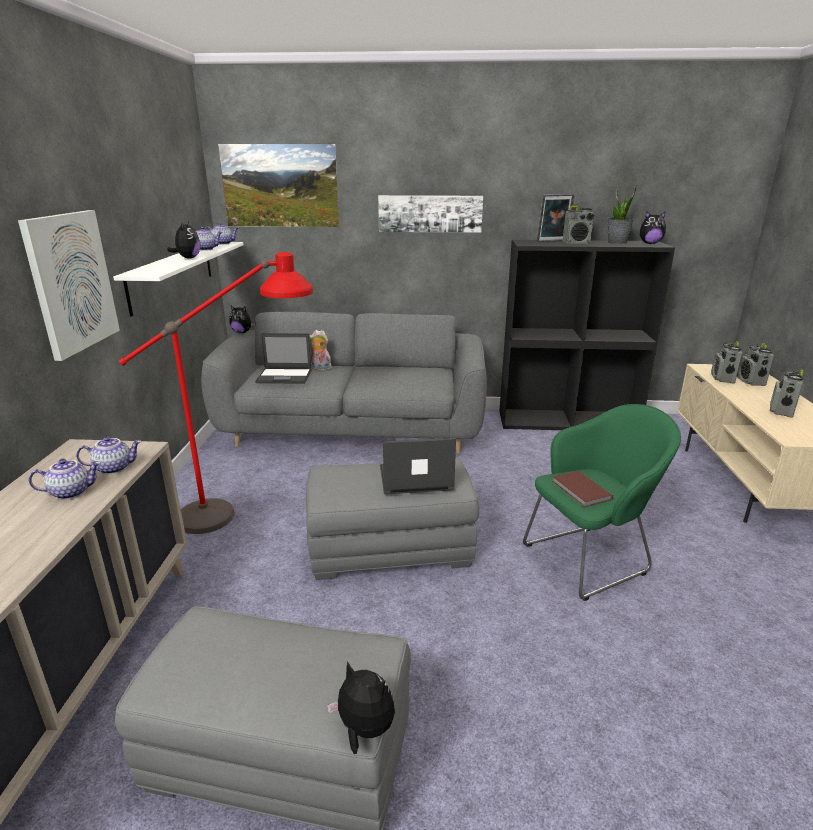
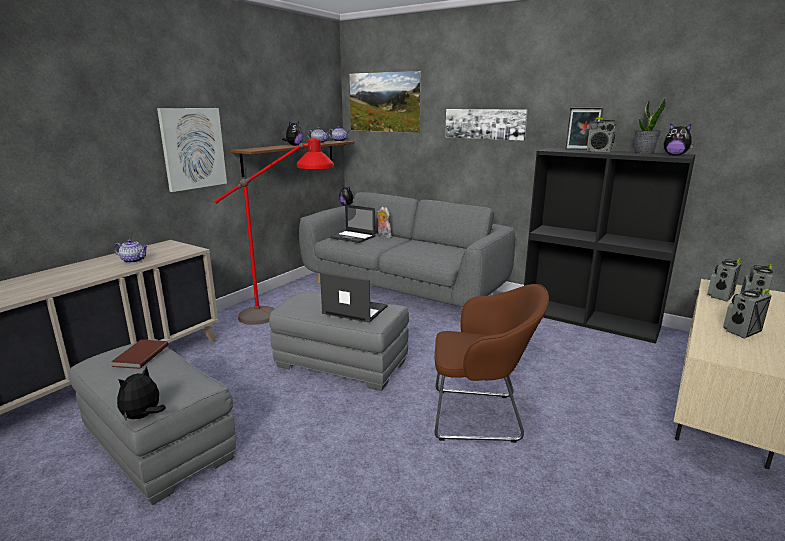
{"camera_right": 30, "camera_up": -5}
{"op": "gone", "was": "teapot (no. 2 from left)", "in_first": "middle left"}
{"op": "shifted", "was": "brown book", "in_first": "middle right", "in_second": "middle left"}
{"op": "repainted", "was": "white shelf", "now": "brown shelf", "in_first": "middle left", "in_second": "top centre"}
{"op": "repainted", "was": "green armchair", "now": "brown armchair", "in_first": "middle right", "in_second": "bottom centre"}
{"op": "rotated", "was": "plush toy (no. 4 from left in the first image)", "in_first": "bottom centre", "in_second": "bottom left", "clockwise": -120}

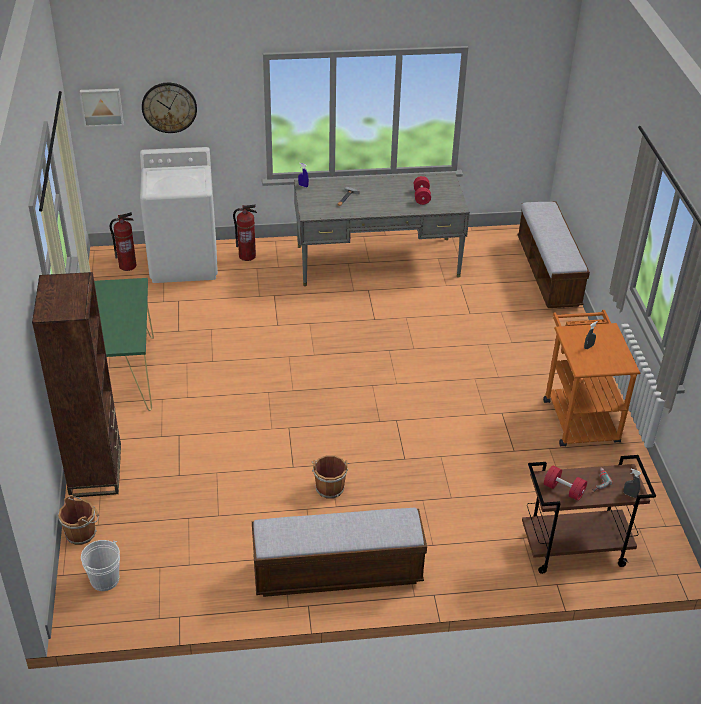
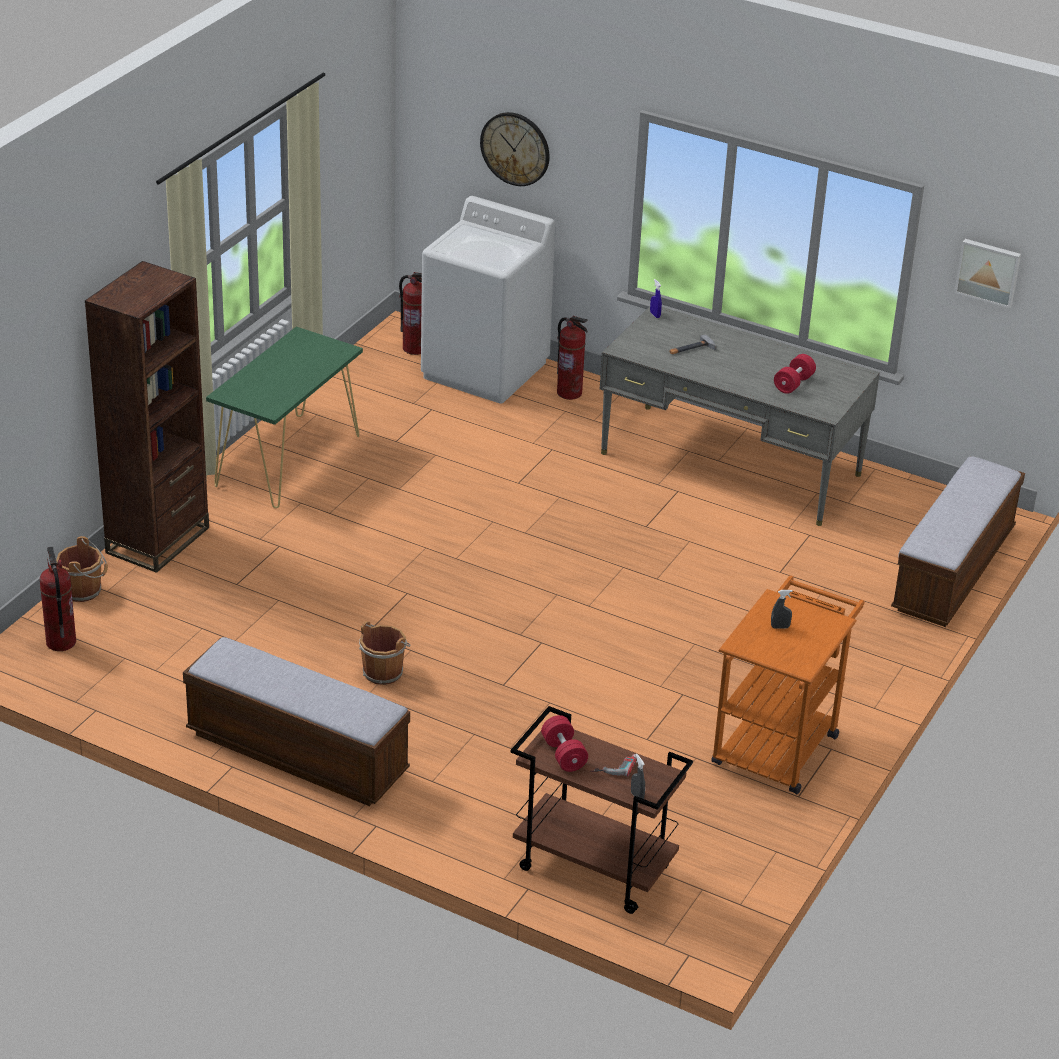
{"camera_right": 35, "camera_up": -5}
{"op": "shifted", "was": "picture", "in_first": "top left", "in_second": "top right"}
{"op": "swapped", "was": "white bucket", "now": "fire extinguisher (no. 1 from left)", "in_first": "bottom left", "in_second": "middle left"}

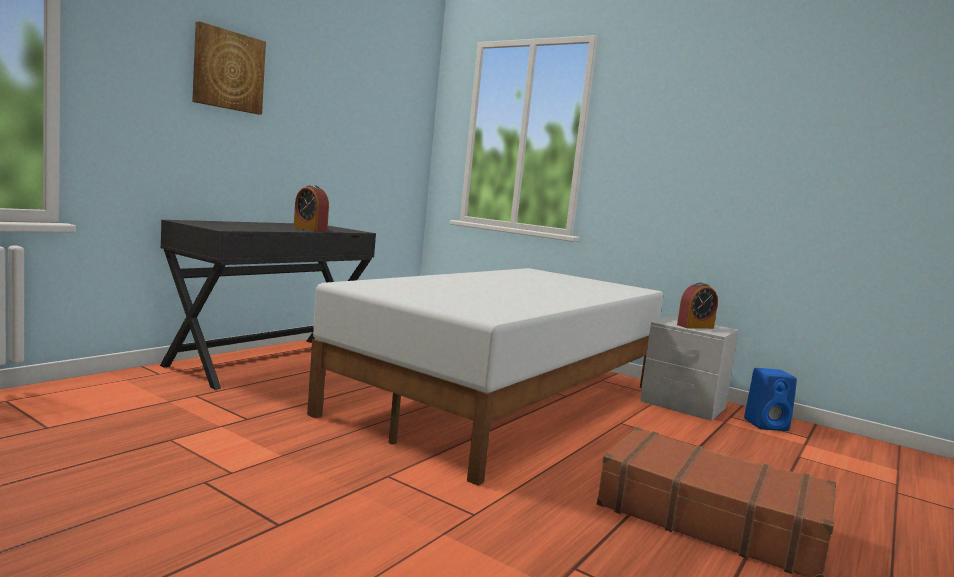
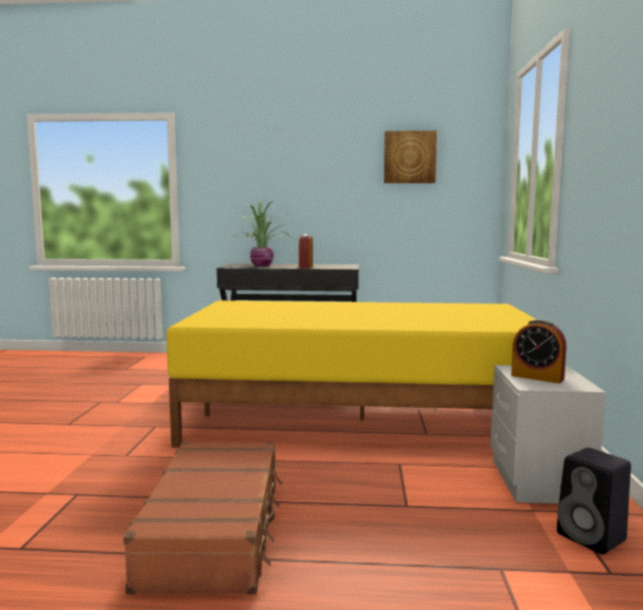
{"camera_right": 60, "camera_up": 0}
{"op": "new", "now": "potted plant", "in_second": "centre"}
{"op": "shifted", "was": "picture", "in_first": "top left", "in_second": "top centre"}
{"op": "repainted", "was": "white bed", "now": "yellow bed", "in_first": "centre", "in_second": "centre"}
{"op": "repainted", "was": "blue speaker", "now": "black speaker", "in_first": "bottom right", "in_second": "bottom right"}

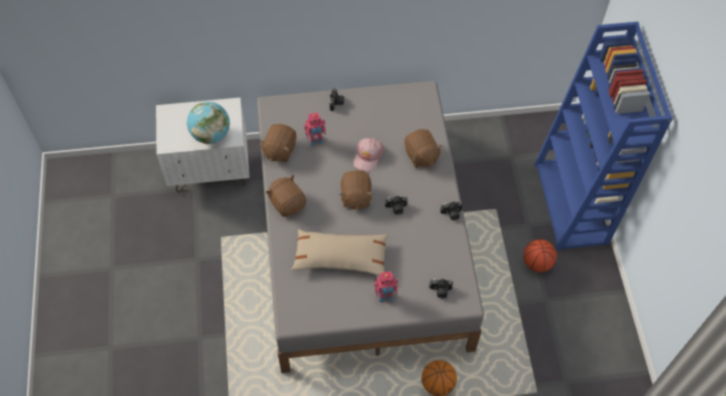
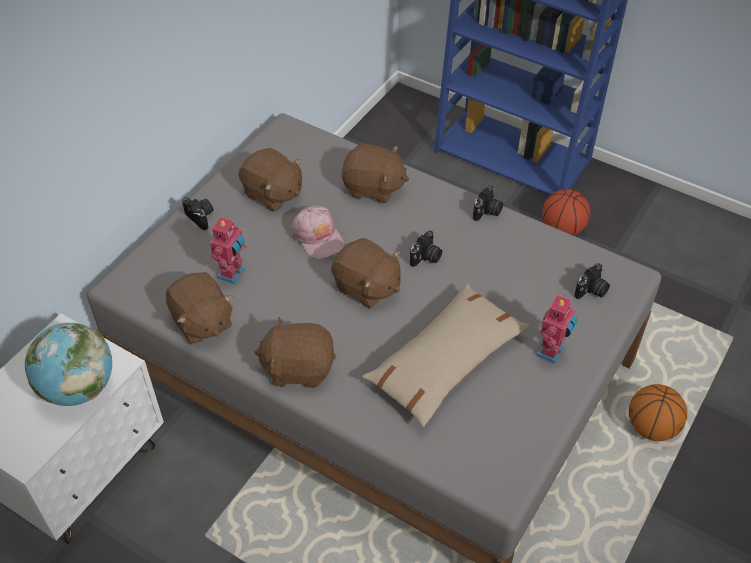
{"camera_right": -50, "camera_up": -10}
{"op": "new", "now": "brown plush toy (no. 2 from left)", "in_second": "top centre"}

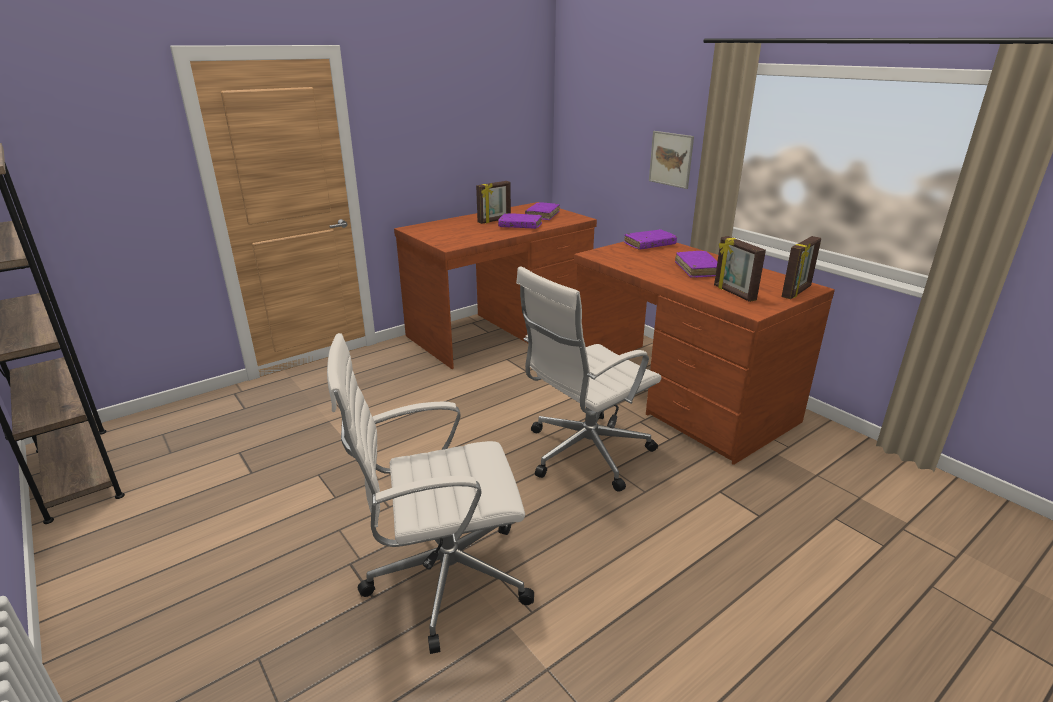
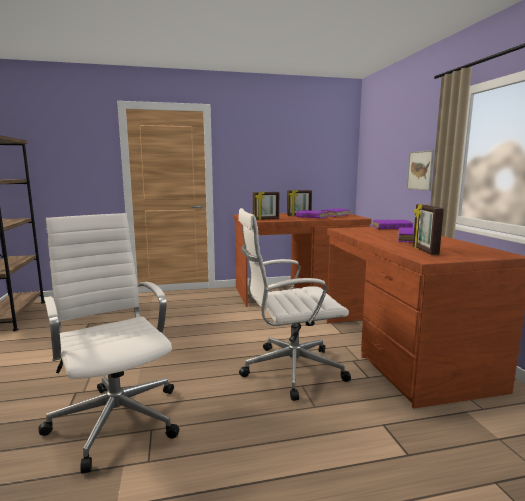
{"camera_right": 25, "camera_up": -15}
{"op": "shifted", "was": "picture frame (no. 3 from left in the first image)", "now": "picture frame (no. 1 from left)", "in_first": "middle right", "in_second": "centre"}
{"op": "rotated", "was": "white office chair (no. 1 from left)", "in_first": "bottom centre", "in_second": "bottom left", "clockwise": 45}

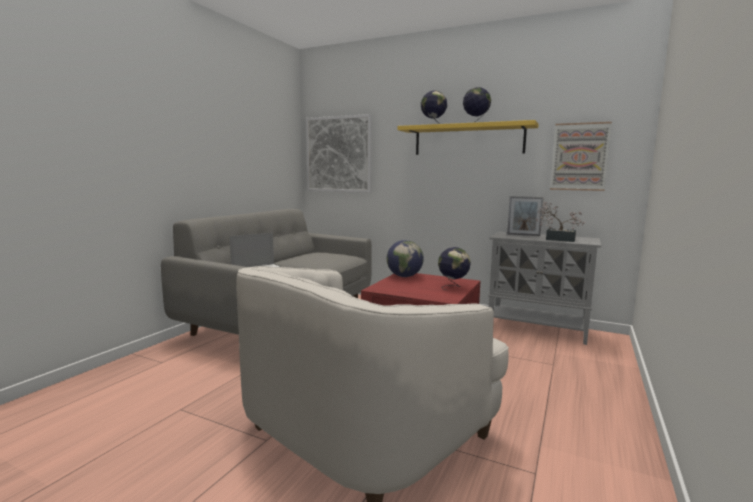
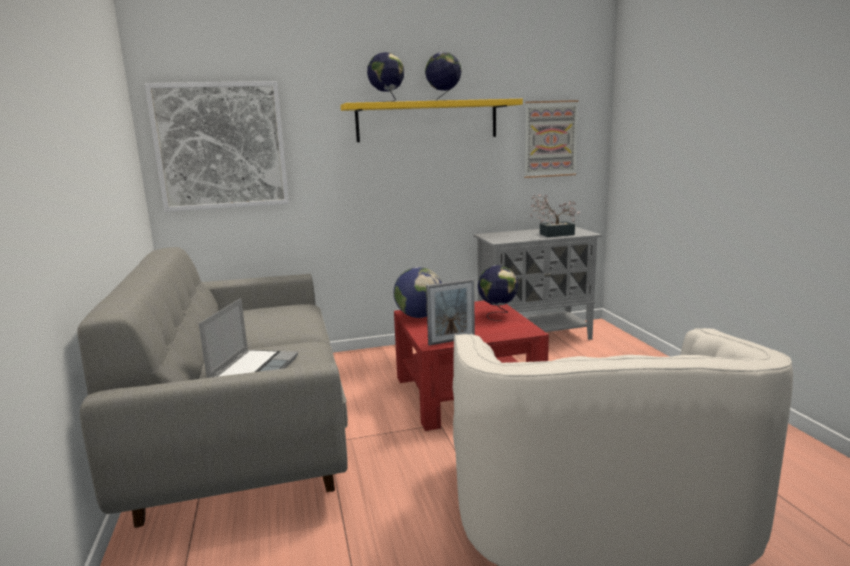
{"camera_right": -40, "camera_up": 5}
{"op": "shifted", "was": "picture frame", "in_first": "middle right", "in_second": "centre"}

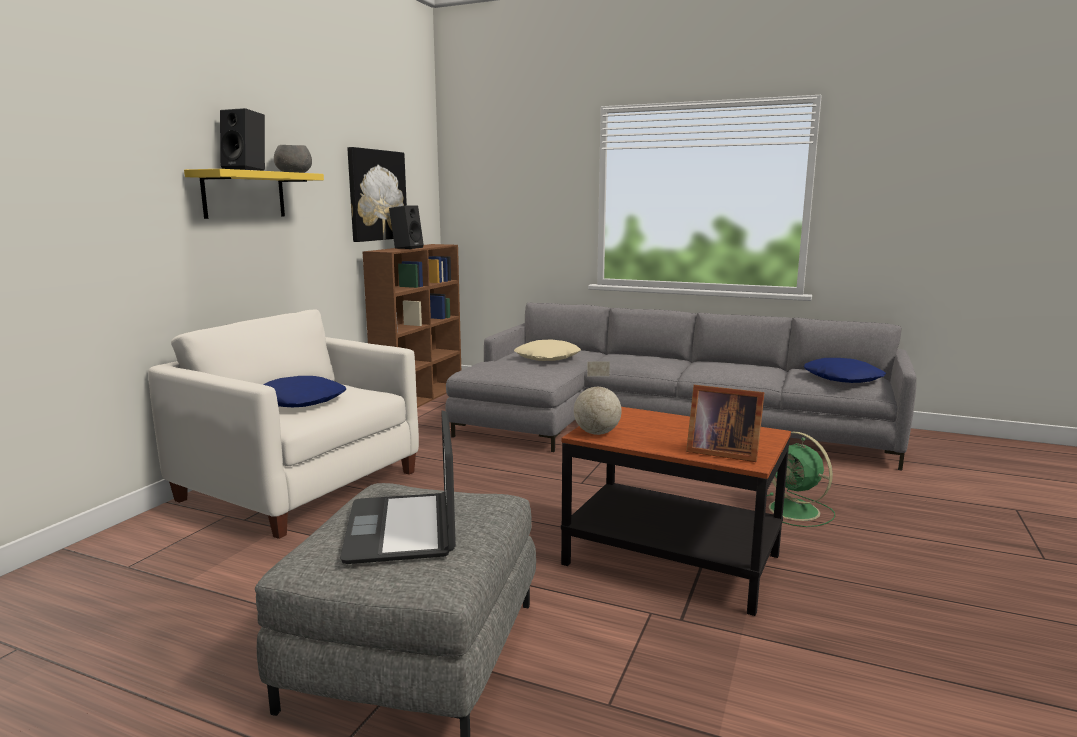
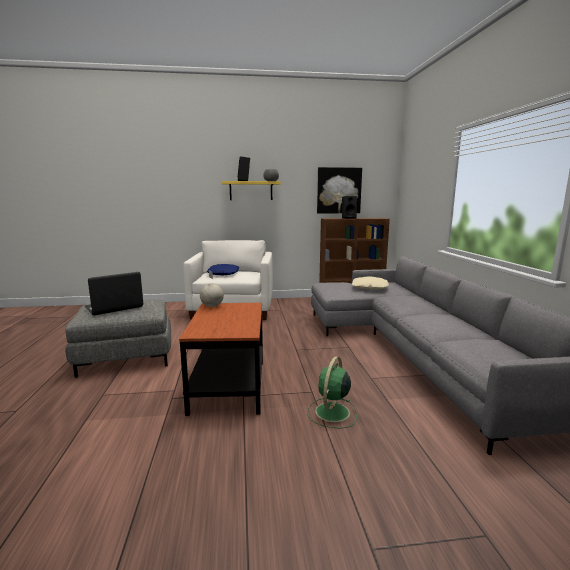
{"camera_right": 60, "camera_up": 0}
{"op": "gone", "was": "picture frame", "in_first": "middle right"}
{"op": "gone", "was": "blue pillow (no. 2 from left)", "in_first": "middle right"}

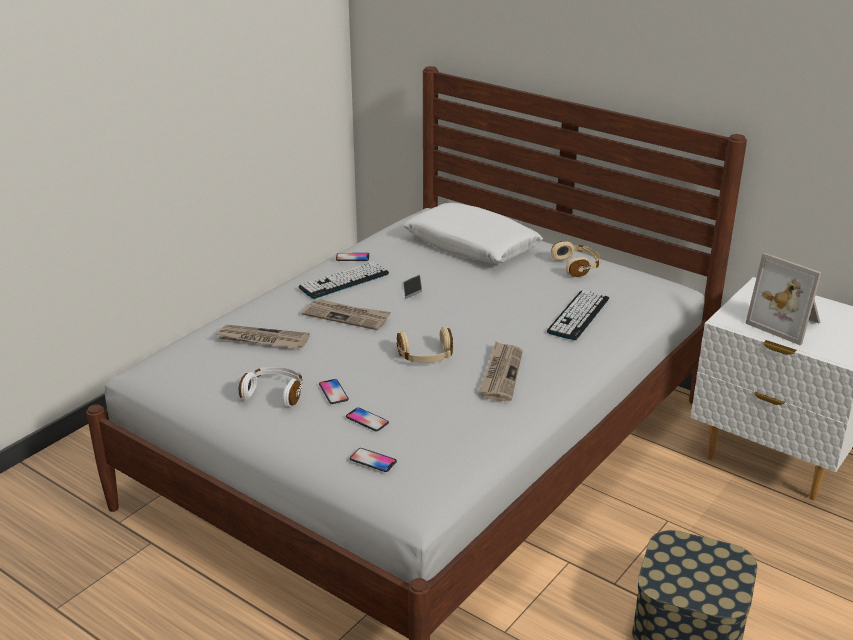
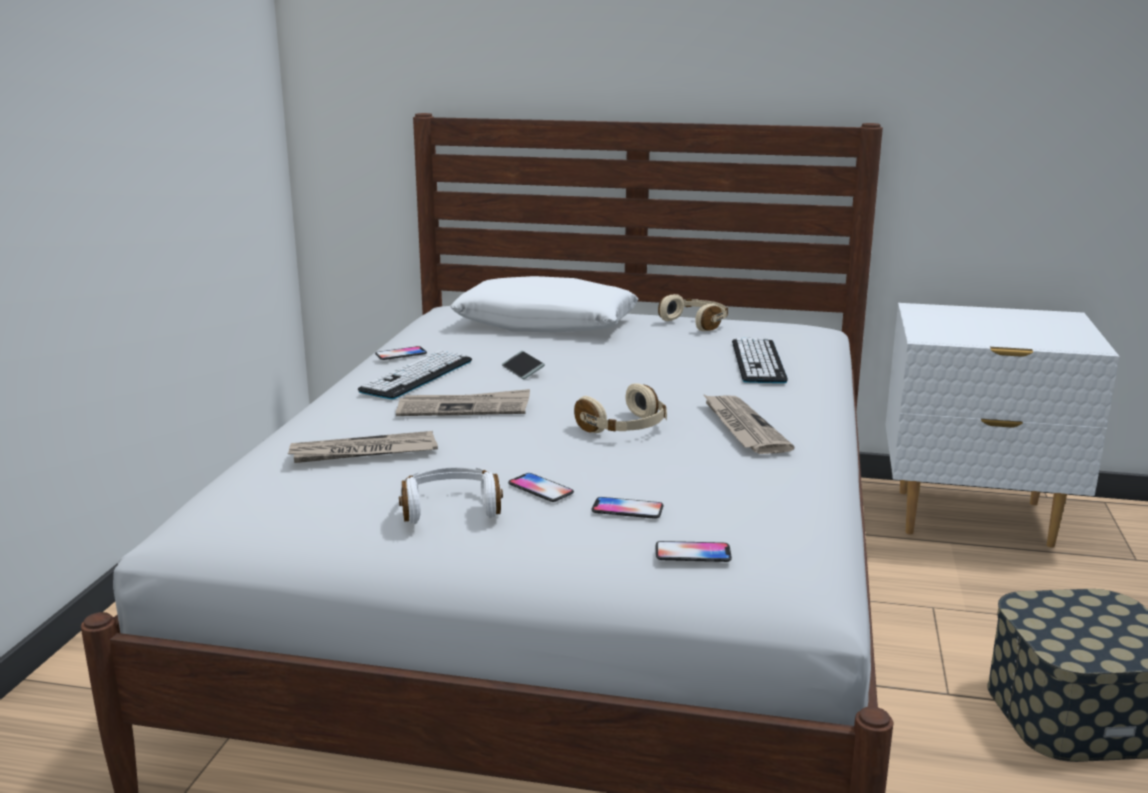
{"camera_right": -25, "camera_up": -10}
{"op": "gone", "was": "picture frame", "in_first": "middle right"}

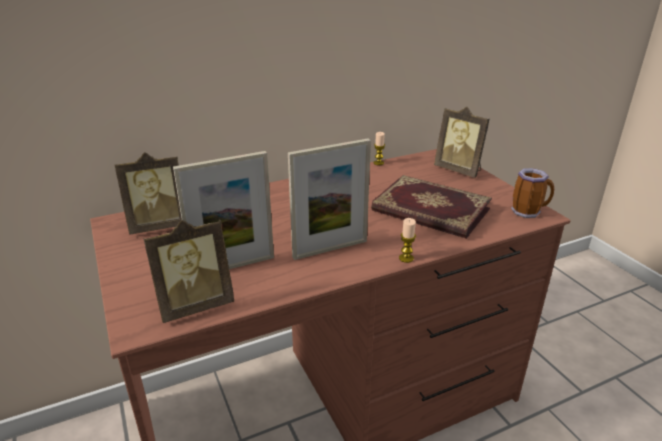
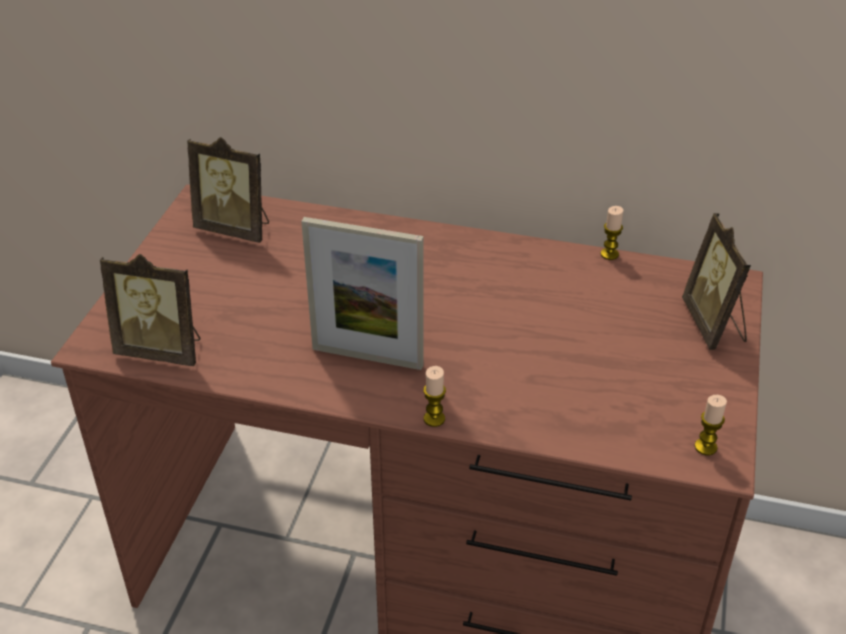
{"camera_right": 40, "camera_up": 10}
{"op": "gone", "was": "picture frame (no. 3 from left)", "in_first": "centre"}
{"op": "gone", "was": "book", "in_first": "centre"}
{"op": "swapped", "was": "mug", "now": "candle (no. 3 from left)", "in_first": "middle right", "in_second": "bottom right"}

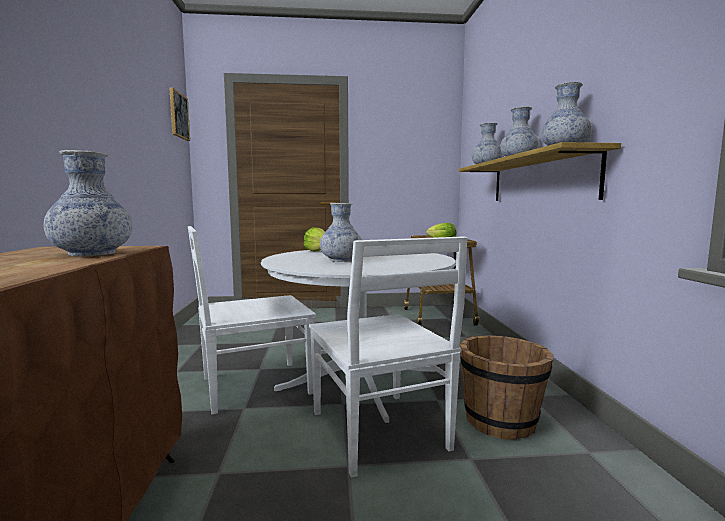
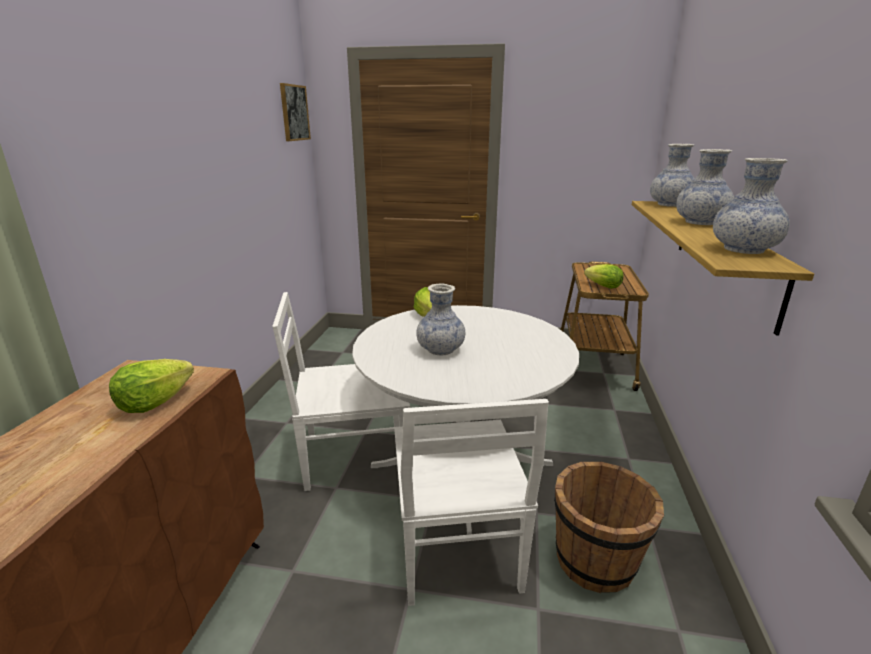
{"camera_right": 15, "camera_up": 15}
{"op": "swapped", "was": "vase (no. 1 from left)", "now": "lettuce (no. 1 from left)", "in_first": "middle left", "in_second": "middle left"}

